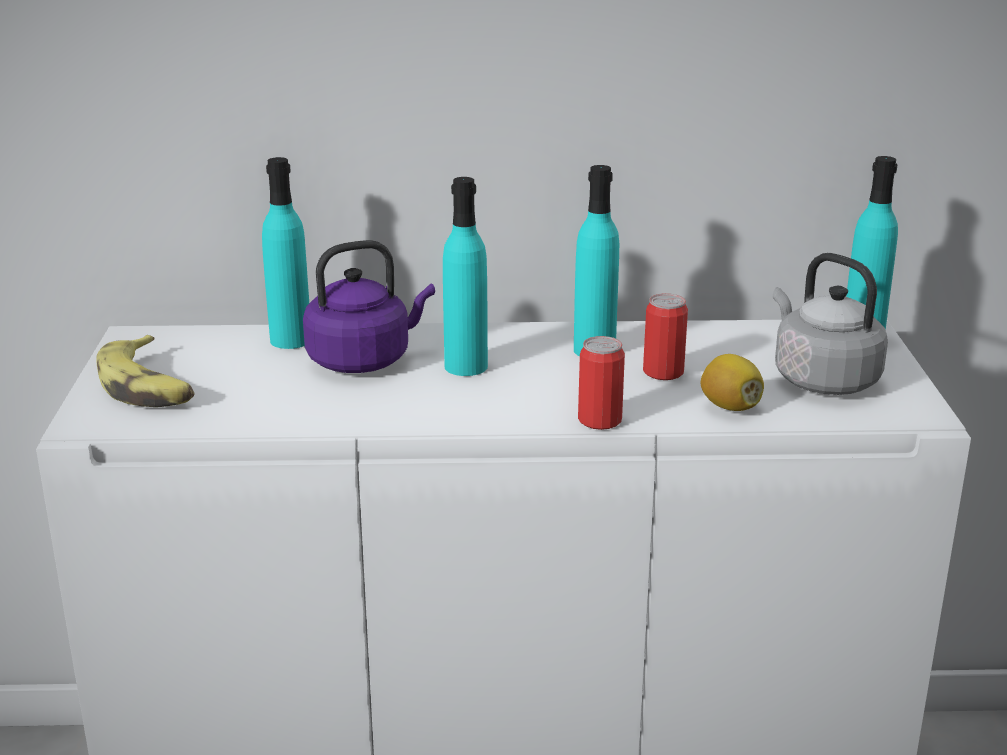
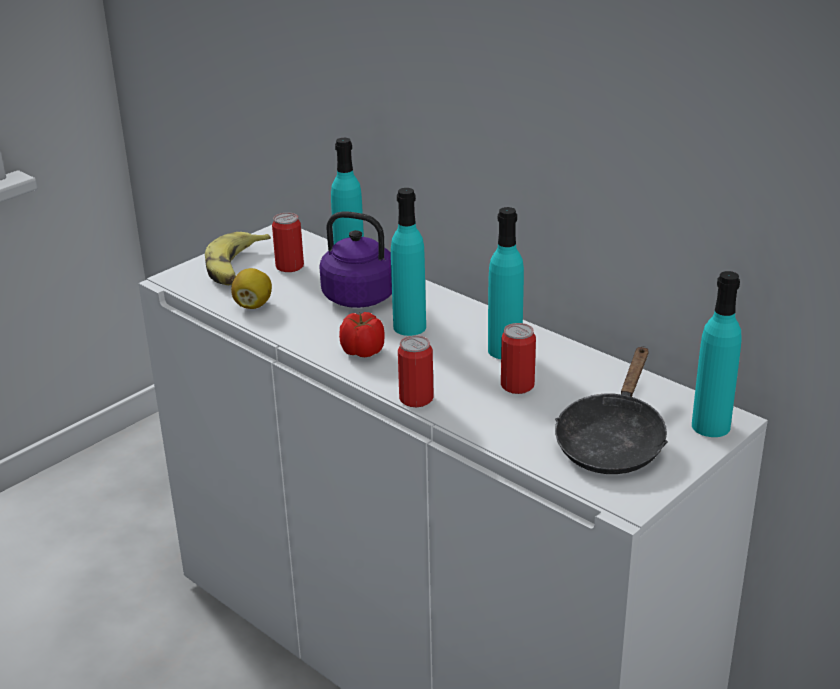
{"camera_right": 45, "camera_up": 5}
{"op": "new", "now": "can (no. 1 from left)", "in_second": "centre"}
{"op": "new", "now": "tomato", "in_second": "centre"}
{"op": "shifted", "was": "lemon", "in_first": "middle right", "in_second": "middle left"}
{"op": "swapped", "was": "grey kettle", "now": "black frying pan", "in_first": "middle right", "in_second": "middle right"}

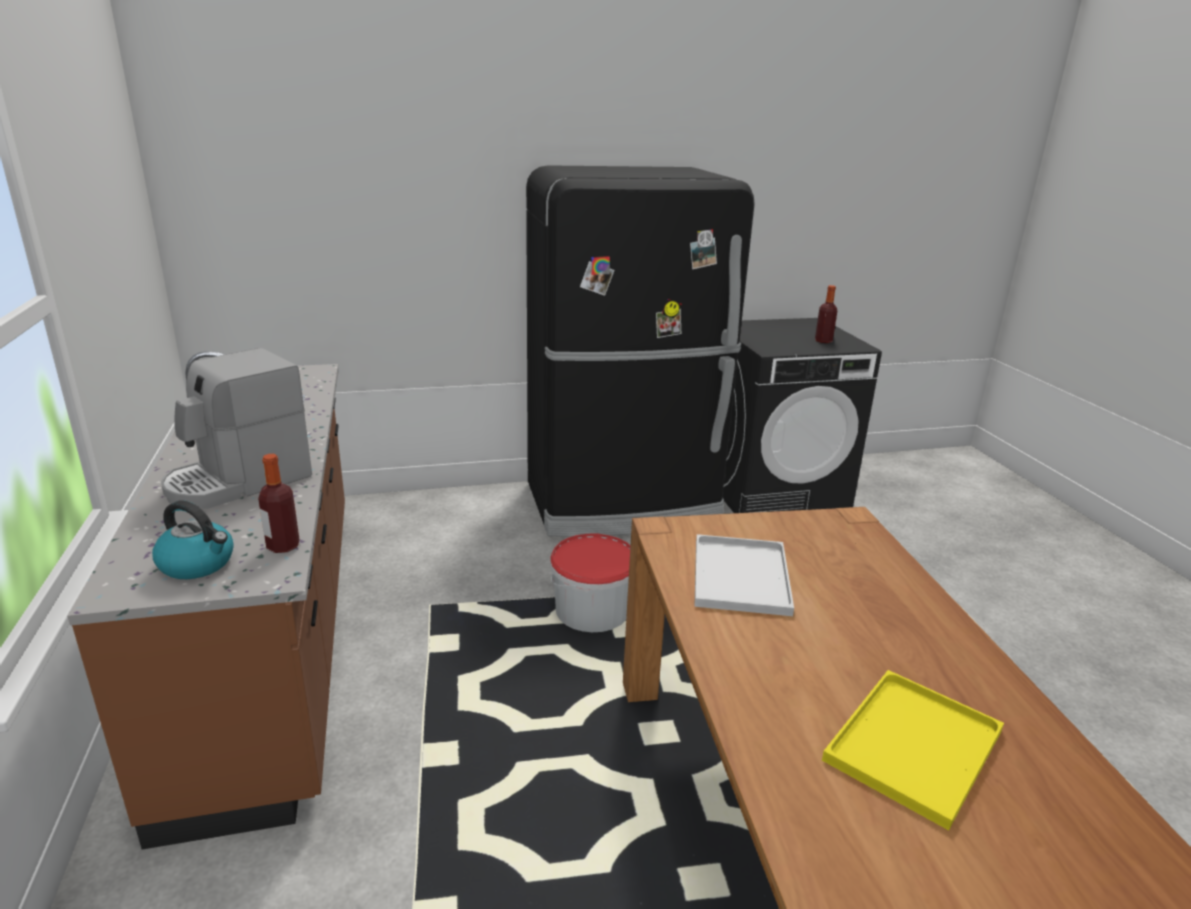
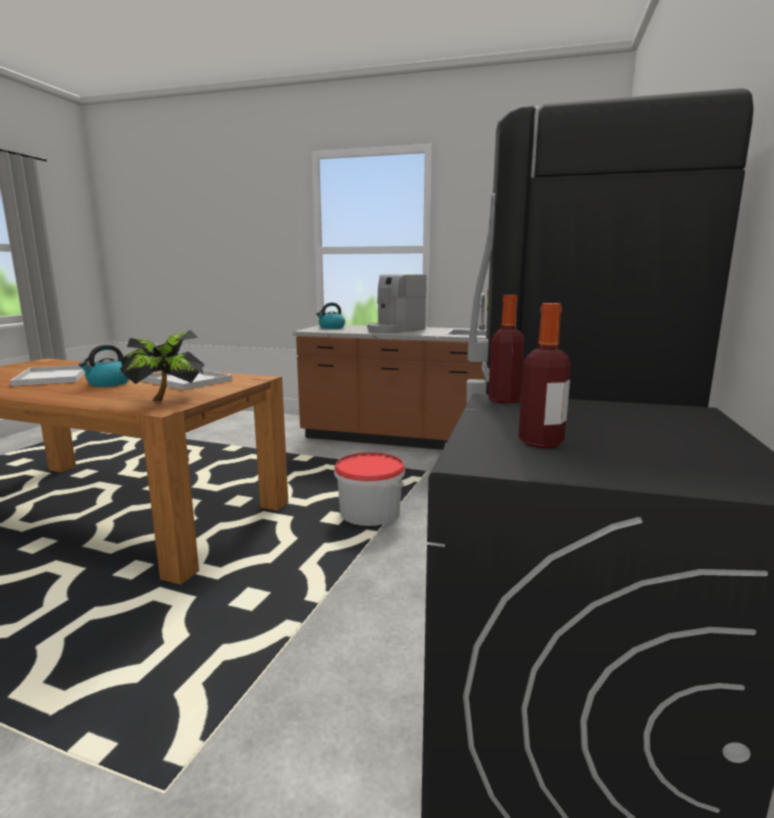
{"camera_right": 120, "camera_up": -10}
{"op": "new", "now": "kettle (no. 1 from left)", "in_second": "middle left"}
{"op": "new", "now": "potted plant", "in_second": "middle left"}
{"op": "shifted", "was": "bottle (no. 1 from left)", "in_first": "middle left", "in_second": "centre"}
{"op": "repainted", "was": "yellow tray", "now": "white tray (no. 1 from left)", "in_first": "bottom right", "in_second": "middle left"}
{"op": "rotated", "was": "coffee machine", "in_first": "middle left", "in_second": "centre", "clockwise": -120}

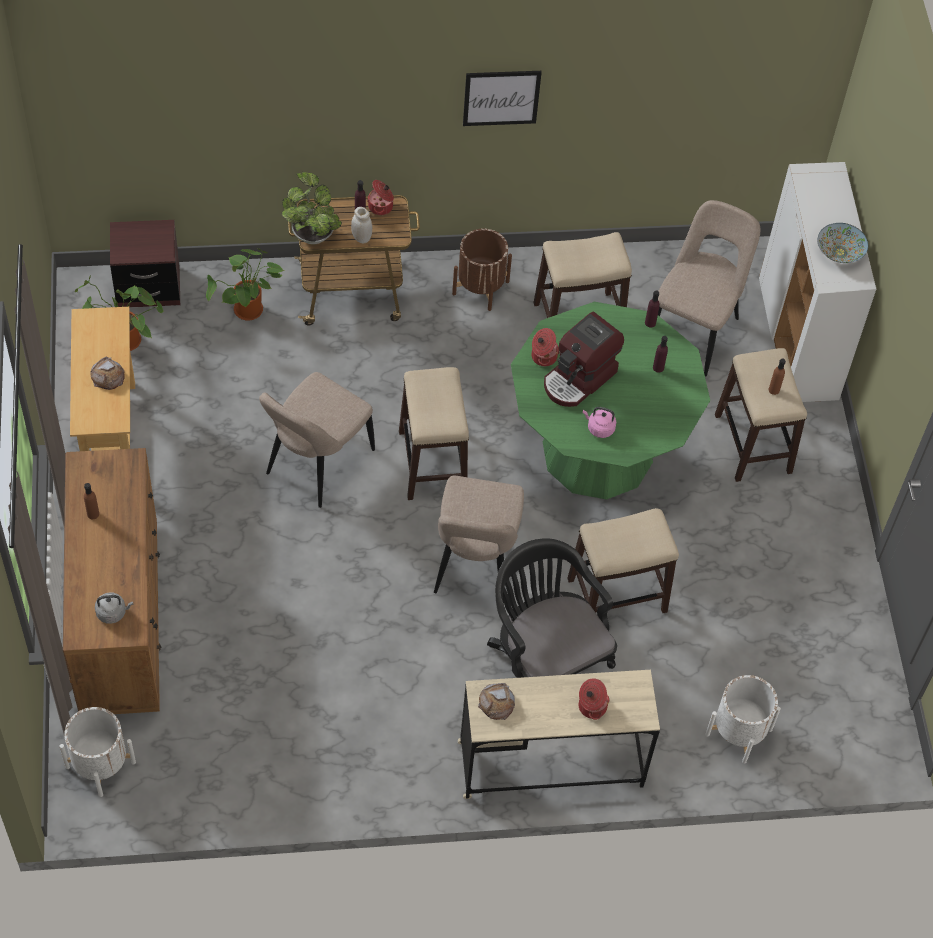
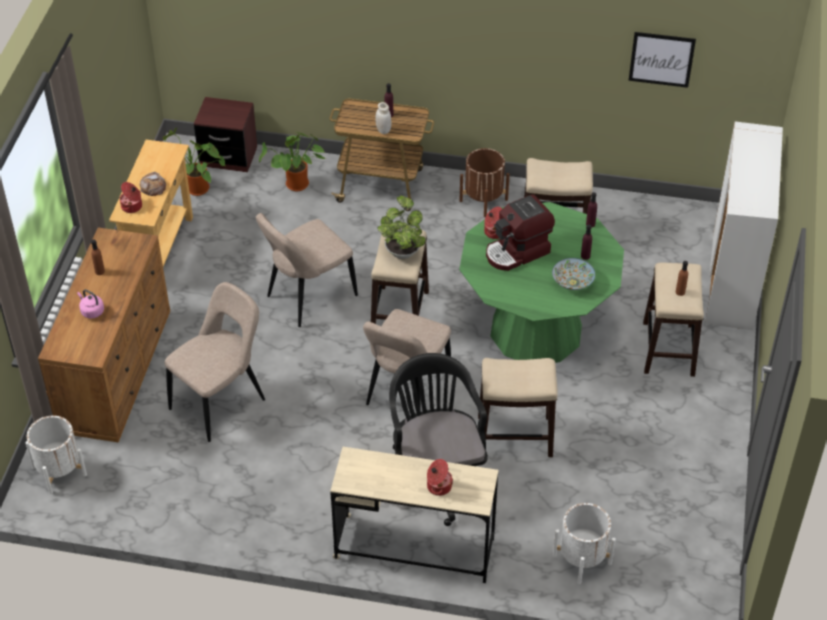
{"camera_right": 20, "camera_up": -10}
{"op": "gone", "was": "grey kettle", "in_first": "middle left"}
{"op": "gone", "was": "bread (no. 2 from left)", "in_first": "bottom centre"}
{"op": "shifted", "was": "potted plant (no. 3 from left)", "in_first": "top centre", "in_second": "centre"}
{"op": "shifted", "was": "cooking pot (no. 1 from left)", "in_first": "top centre", "in_second": "top left"}
{"op": "shifted", "was": "picture", "in_first": "top centre", "in_second": "top right"}
{"op": "shifted", "was": "pink kettle", "in_first": "centre", "in_second": "middle left"}
{"op": "shifted", "was": "beige chair (no. 3 from left in the first image)", "now": "beige chair (no. 1 from left)", "in_first": "top right", "in_second": "middle left"}
{"op": "shifted", "was": "bowl", "in_first": "top right", "in_second": "middle right"}

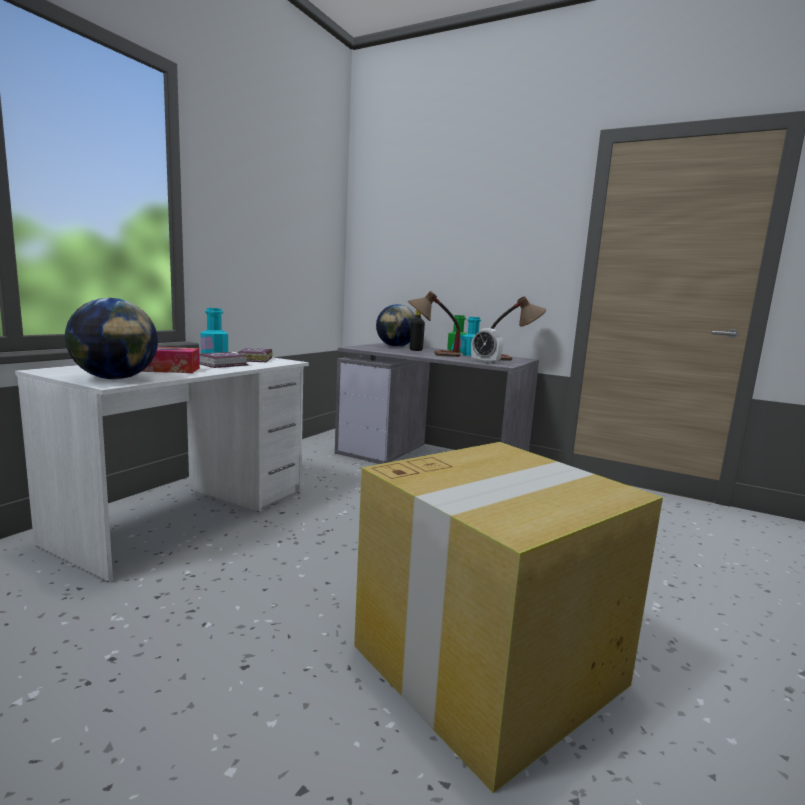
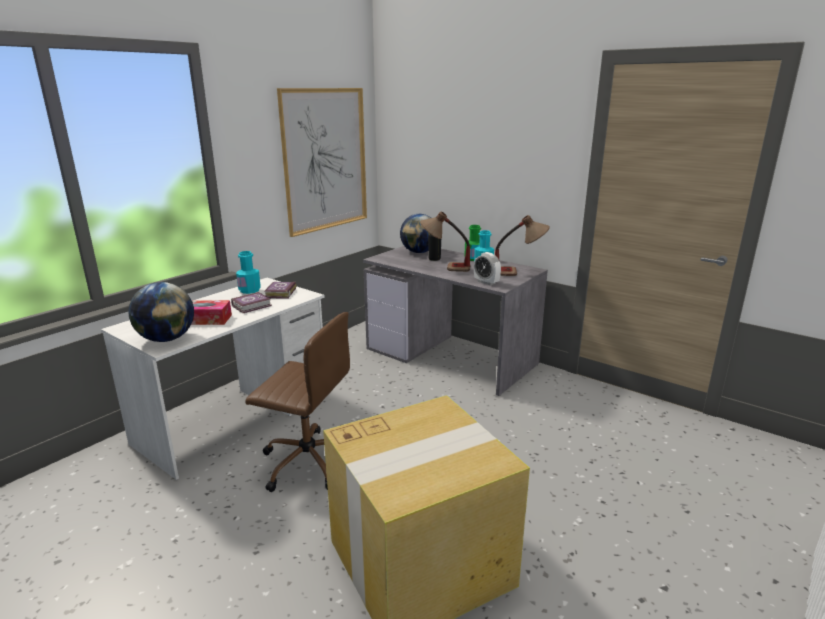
{"camera_right": 10, "camera_up": 10}
{"op": "new", "now": "brown office chair", "in_second": "centre"}
{"op": "new", "now": "picture", "in_second": "top centre"}

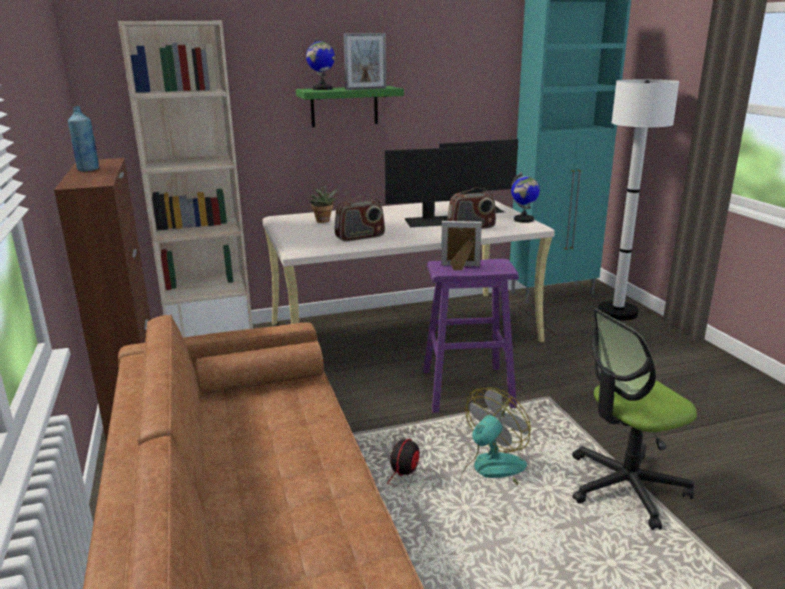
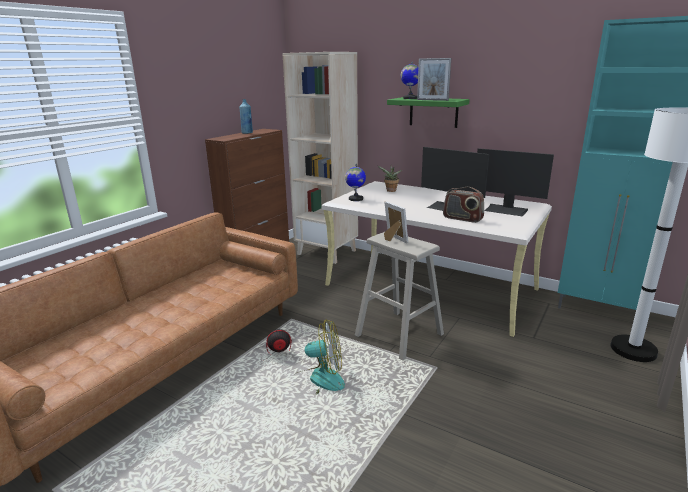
{"camera_right": 50, "camera_up": 0}
{"op": "gone", "was": "radio (no. 1 from left)", "in_first": "centre"}
{"op": "gone", "was": "office chair", "in_first": "bottom right"}
{"op": "shifted", "was": "globe (no. 2 from left in the first image)", "now": "globe (no. 1 from left)", "in_first": "middle right", "in_second": "centre"}
{"op": "repainted", "was": "purple stool", "now": "beige stool", "in_first": "centre", "in_second": "centre"}

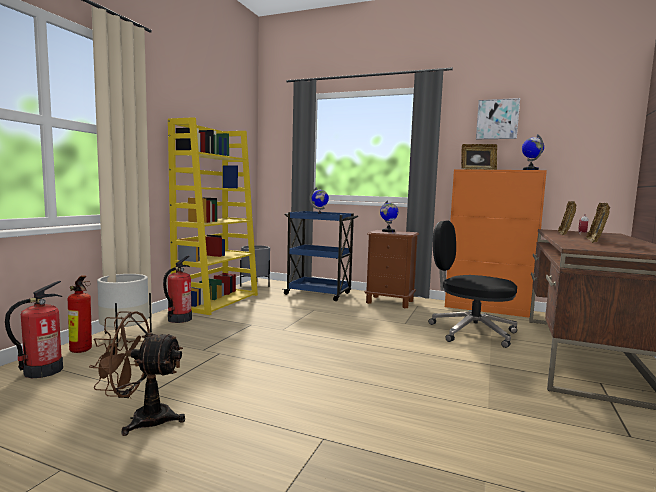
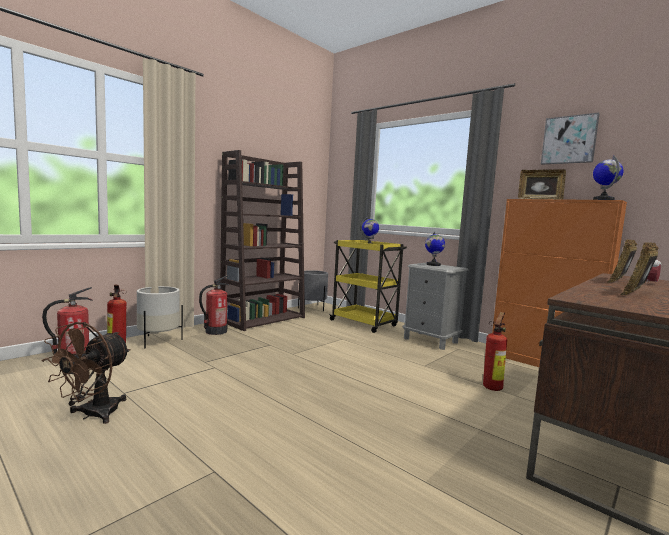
{"camera_right": 20, "camera_up": 0}
{"op": "swapped", "was": "black office chair", "now": "fire extinguisher (no. 4 from left)", "in_first": "middle right", "in_second": "middle right"}
{"op": "repainted", "was": "yellow bookcase", "now": "brown bookcase", "in_first": "middle left", "in_second": "centre"}
{"op": "repainted", "was": "blue cart", "now": "yellow cart", "in_first": "centre", "in_second": "centre"}
{"op": "repainted", "was": "brown nightstand", "now": "grey nightstand", "in_first": "centre", "in_second": "centre"}
{"op": "rotated", "was": "brown fan", "in_first": "bottom left", "in_second": "bottom left", "clockwise": -90}

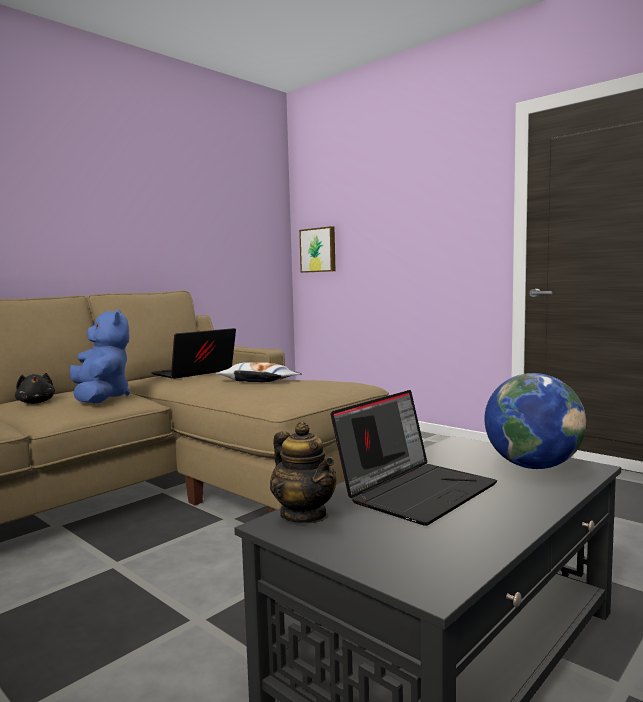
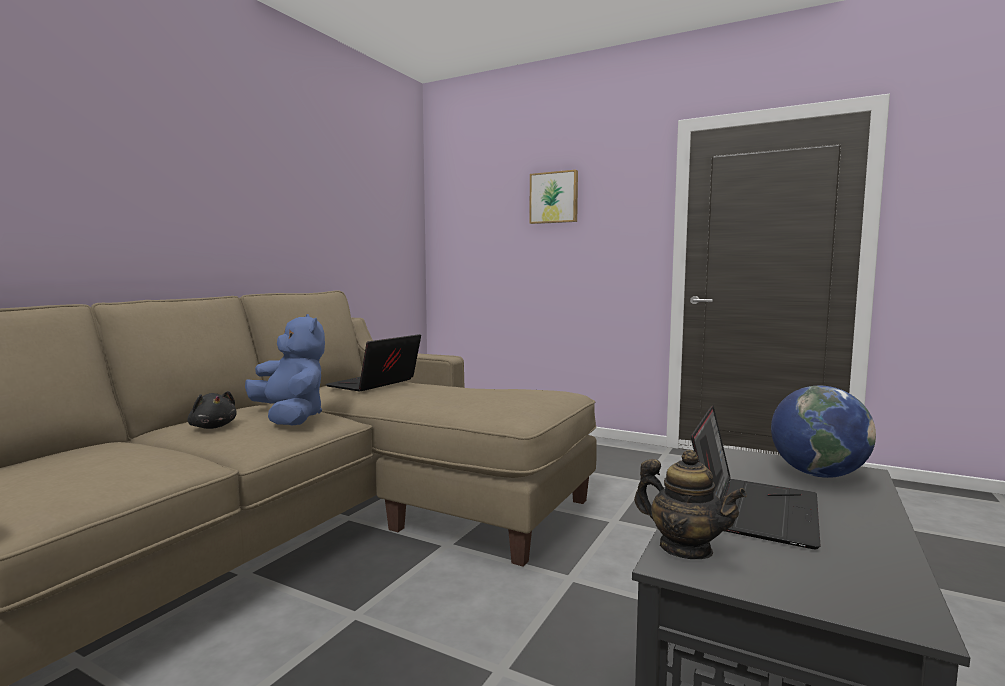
{"camera_right": -15, "camera_up": 0}
{"op": "gone", "was": "pillow", "in_first": "centre"}
{"op": "shifted", "was": "picture", "in_first": "centre", "in_second": "top centre"}

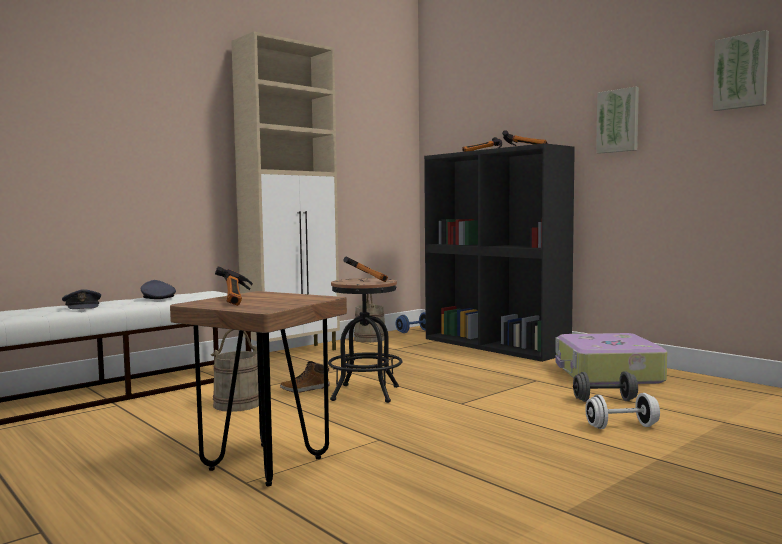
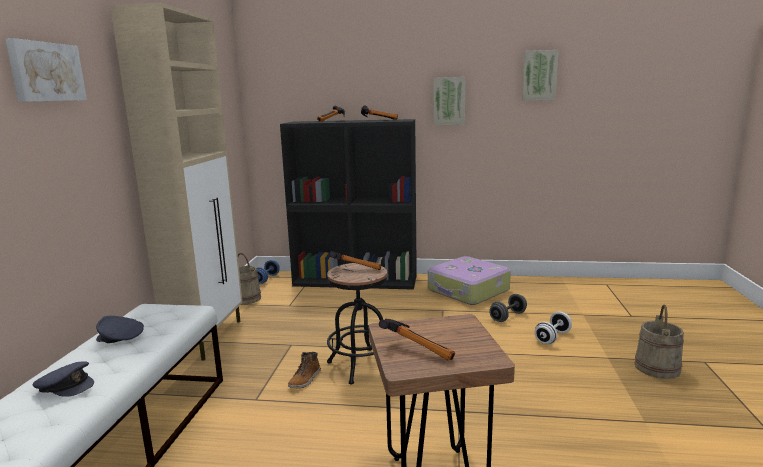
{"camera_right": -40, "camera_up": 10}
{"op": "new", "now": "picture (no. 1 from left)", "in_second": "top left"}
{"op": "shifted", "was": "beige bucket (no. 1 from left in the first image)", "now": "beige bucket (no. 2 from left)", "in_first": "bottom left", "in_second": "bottom right"}

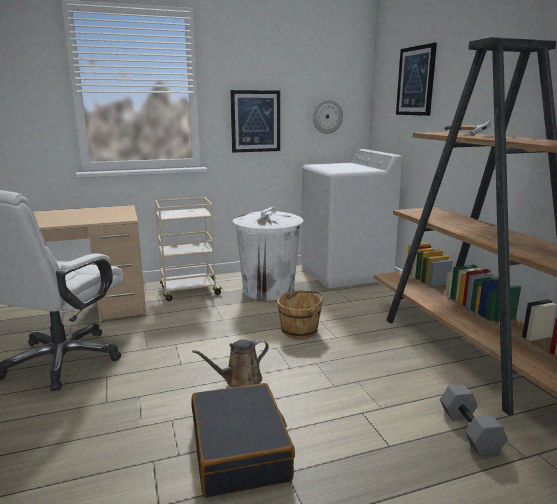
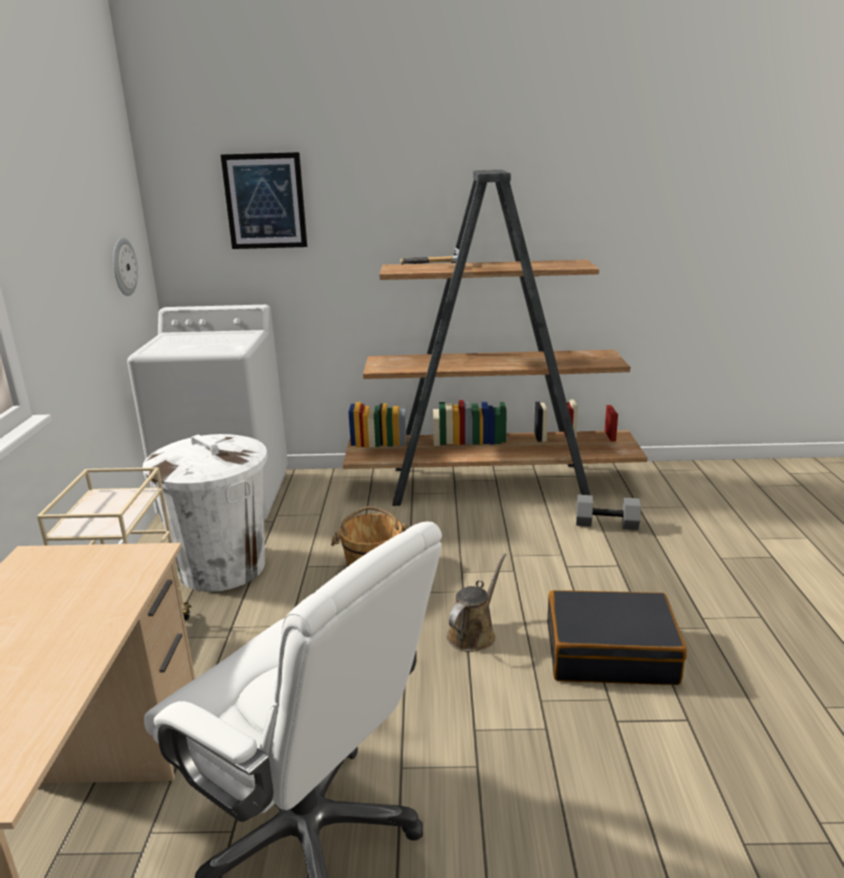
{"camera_right": -70, "camera_up": 5}
{"op": "gone", "was": "picture (no. 1 from left)", "in_first": "top centre"}
{"op": "rotated", "was": "brown watering can", "in_first": "bottom centre", "in_second": "bottom centre", "clockwise": -135}

